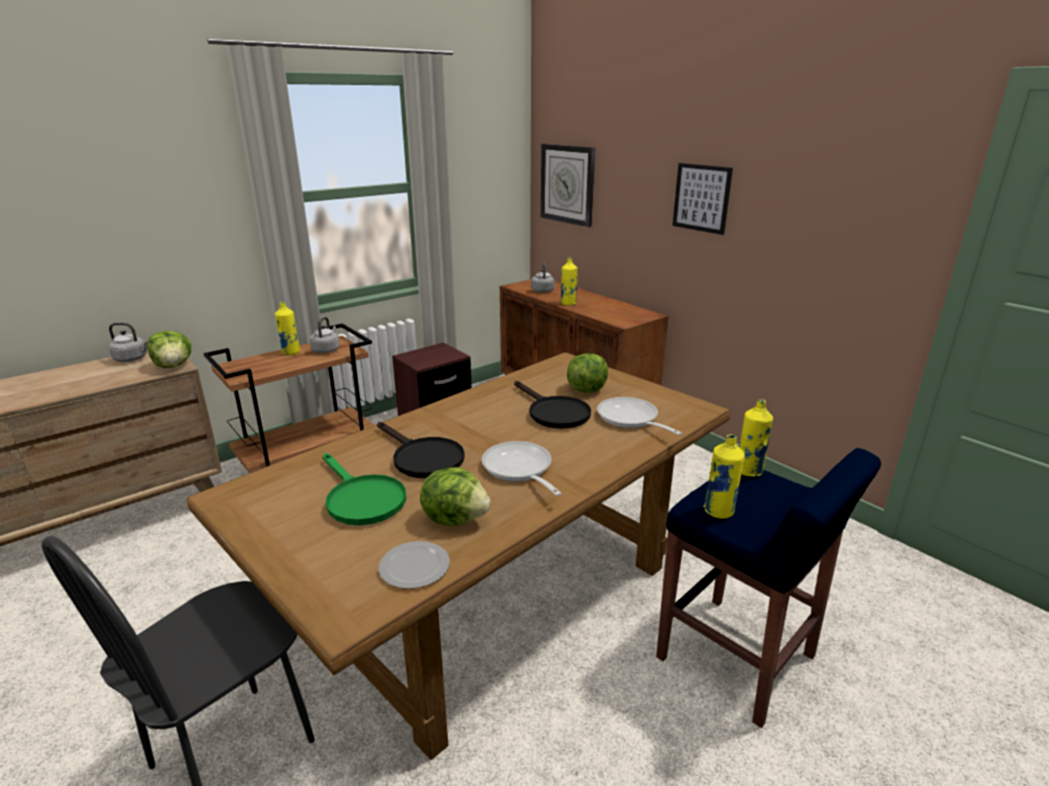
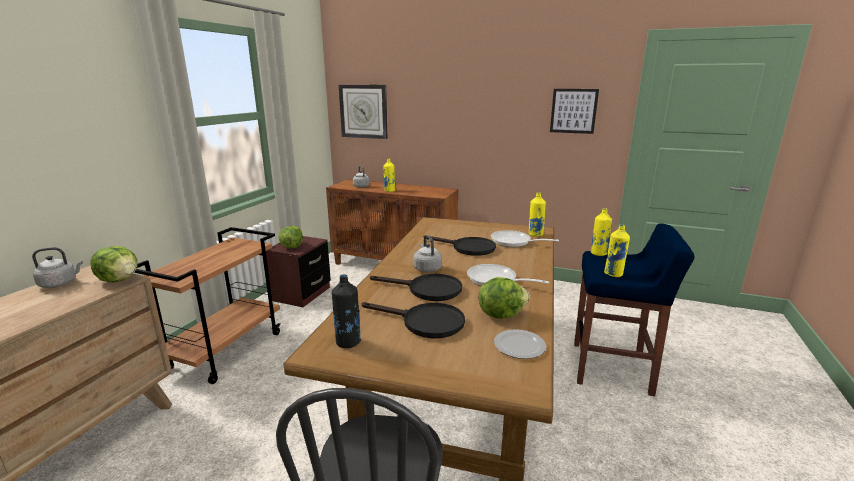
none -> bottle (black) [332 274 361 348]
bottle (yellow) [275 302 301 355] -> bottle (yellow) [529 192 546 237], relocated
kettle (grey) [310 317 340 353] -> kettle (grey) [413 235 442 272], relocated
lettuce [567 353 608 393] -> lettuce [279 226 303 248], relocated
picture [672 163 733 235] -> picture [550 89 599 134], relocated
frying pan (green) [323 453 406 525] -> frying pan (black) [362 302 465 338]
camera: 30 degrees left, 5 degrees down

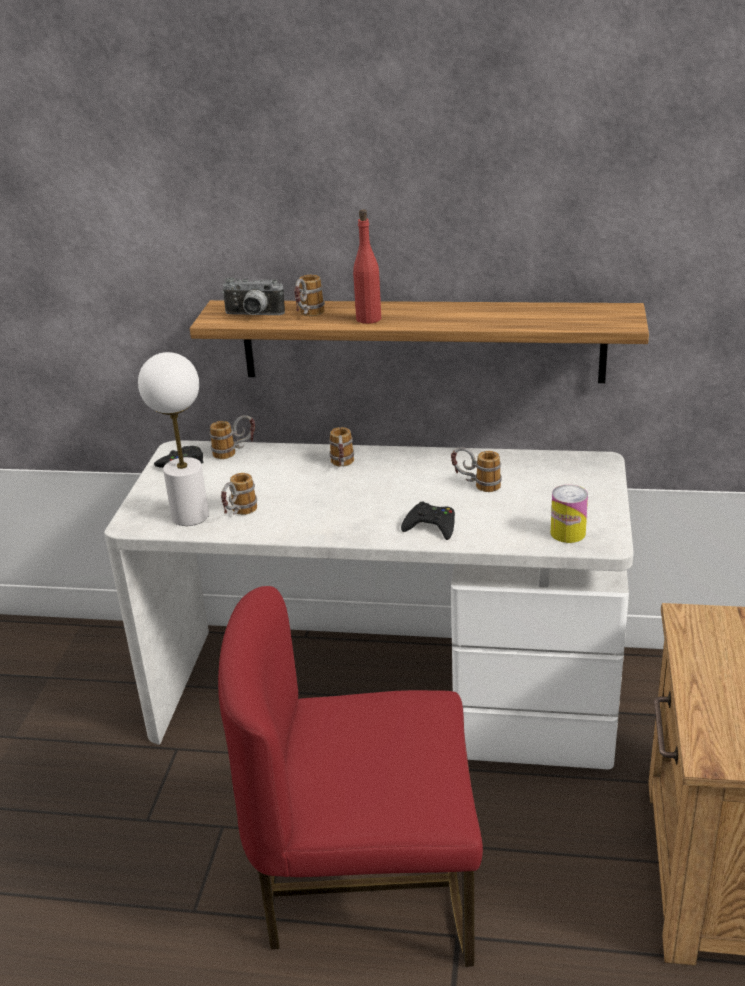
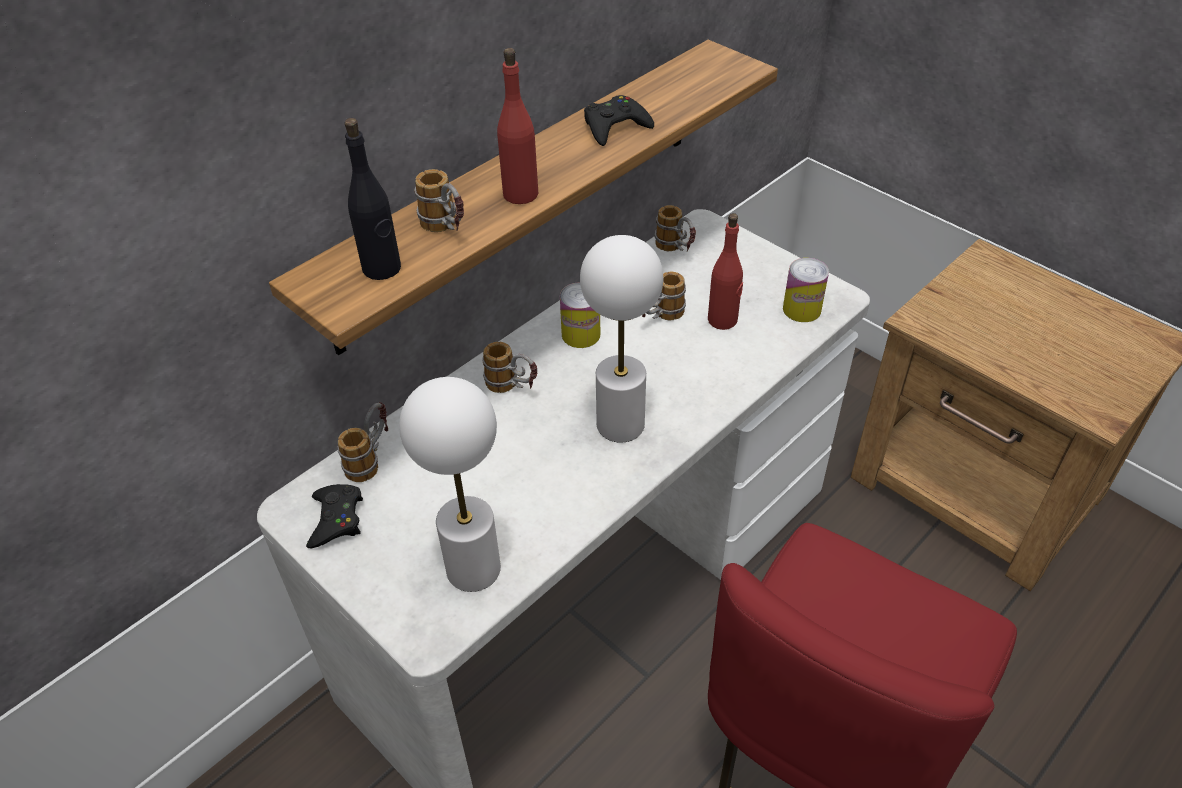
none -> can [560 282 600 348]
none -> table lamp (white) [580 235 664 443]
none -> bottle (red) [708 213 743 330]
mug [221 473 257 515] -> mug [655 205 696 251], relocated
game controller (black) [401 502 455 540] -> game controller (black) [584 95 654 146], relocated
photo camera [221 277 285 315] -> bottle (black) [344 118 401 280]
camera: 55 degrees left, 15 degrees up

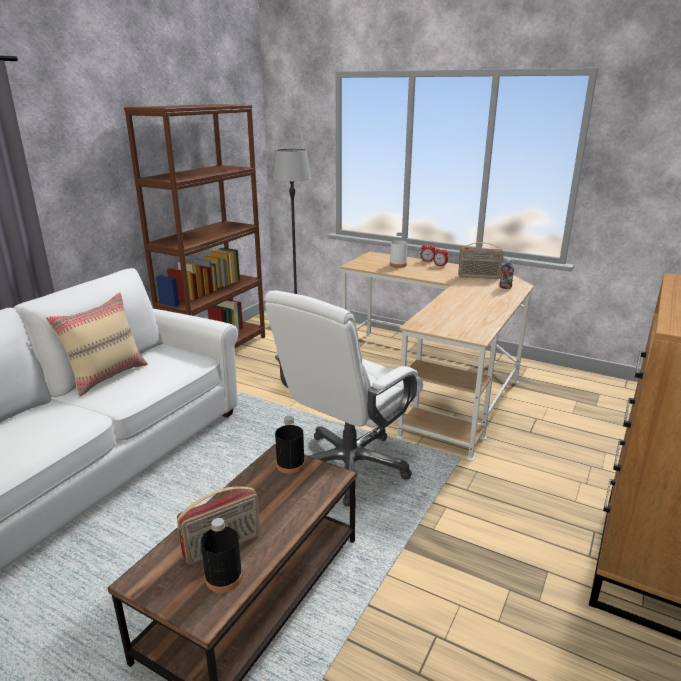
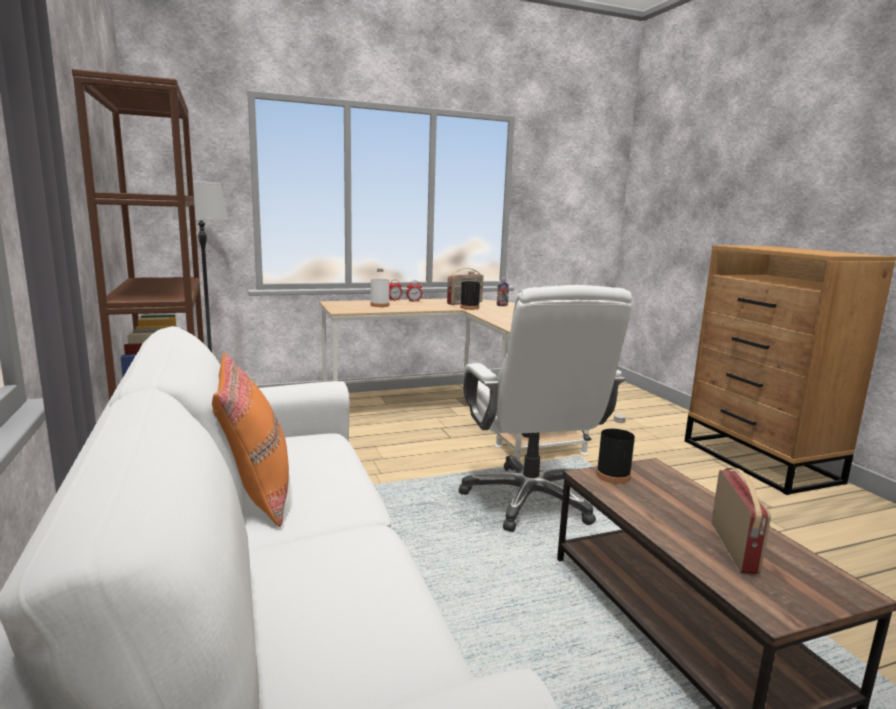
bottle (black) [201 518 243 593] -> bottle (black) [460 271 480 310], relocated
pillow (beige) [46 292 148 396] -> pillow (orange) [212 353 289 527]
camera: 50 degrees left, 10 degrees down

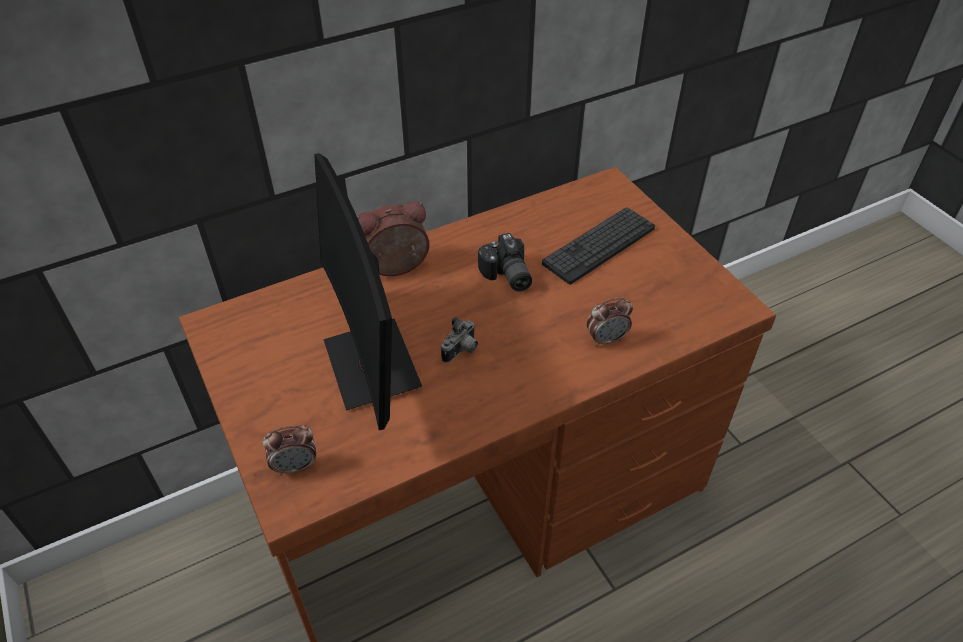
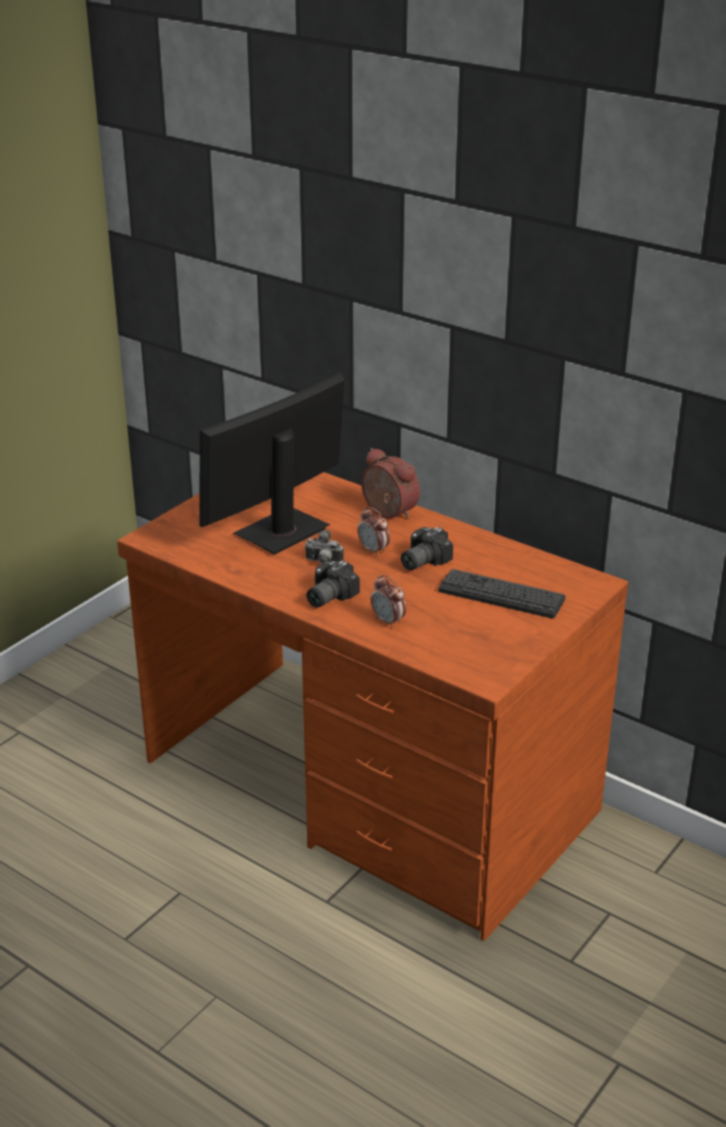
none -> photo camera [307 560 360 608]
alarm clock [263 425 316 476] -> alarm clock [357 507 390 556], relocated
camera: 65 degrees right, 15 degrees down

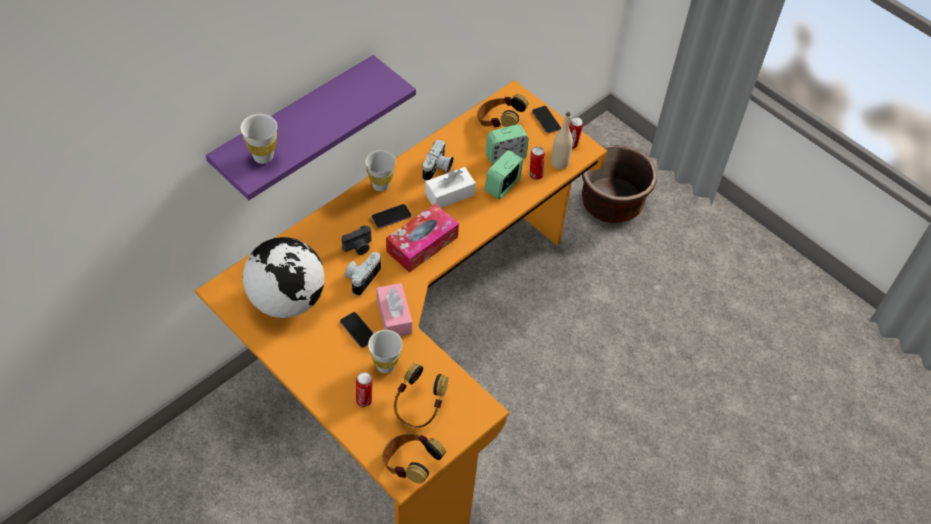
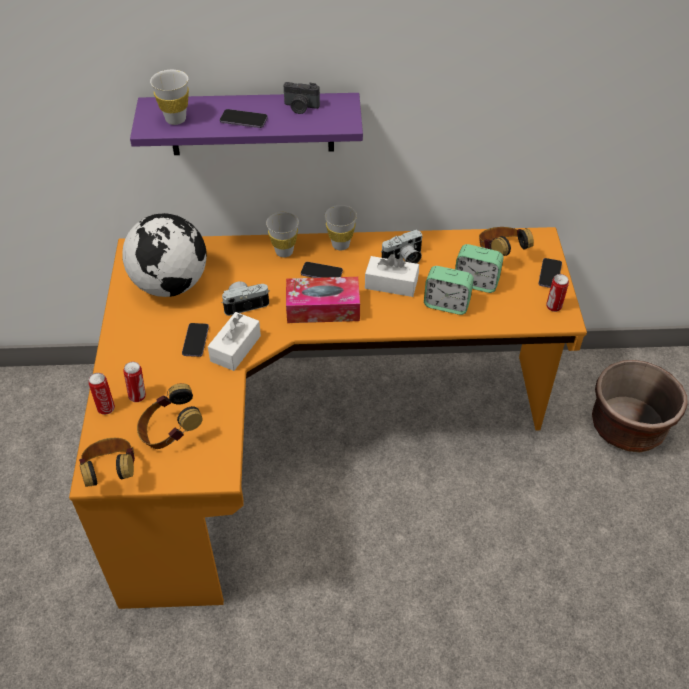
bottle (beige) [551 112 573 169] -> none
none -> phone [220 109 268 128]
photo camera [342 225 371 255] -> photo camera [283 82 320 114], relocated
cup (white) [368 330 403 373] -> cup (white) [266 212 299 257], relocated
can [530 146 545 180] -> can [88 373 115 415], relocated
tissue box (pink) [376 283 412 336] -> tissue box (white) [208 312 261 371]
alarm clock [485 150 523 199] -> alarm clock [424 266 474 315], 150 degrees counterclockwise
camera: 45 degrees right, 5 degrees down

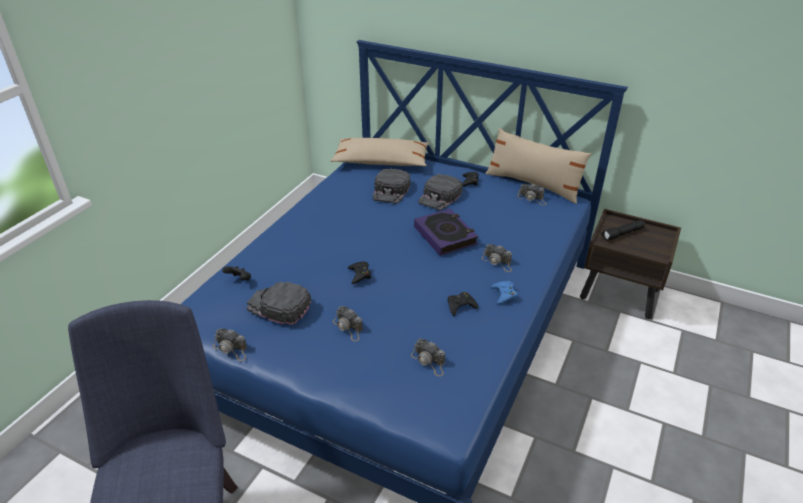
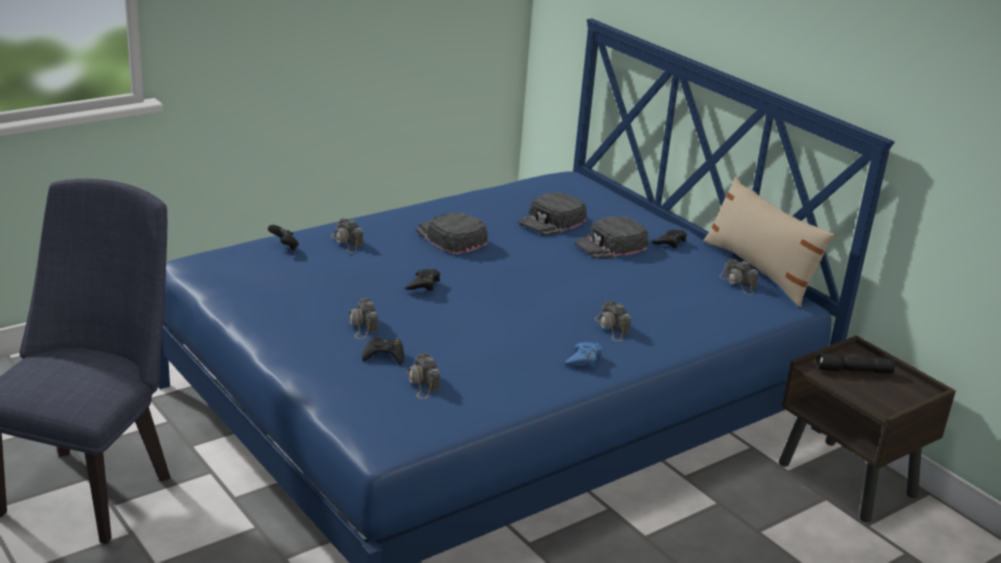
pillow (beige) [330 138 429 166] -> none
book [414 209 478 256] -> none
photo camera [213 328 247 361] -> photo camera [331 218 363 253], relocated
cap (black) [247 282 311 325] -> cap (black) [416 212 488 255], relocated
game controller (black) [448 292 478 316] -> game controller (black) [362 336 404 364], relocated
camera: 25 degrees right, 10 degrees down

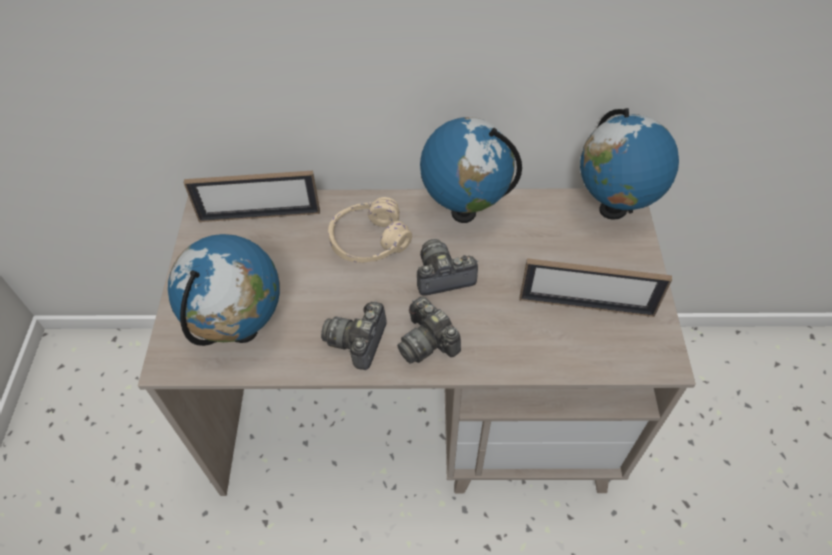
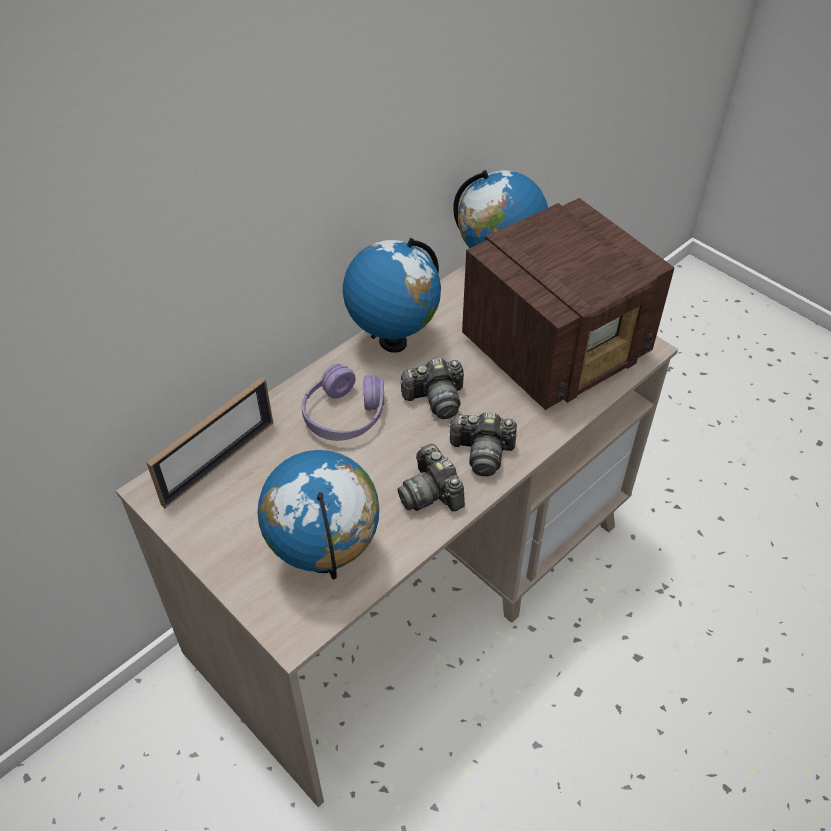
picture frame [519 258 672 317] -> radio [462 198 675 410]
headphones (beige) [328 197 412 263] -> headphones (purple) [302 363 384 441]
photo camera [417 239 479 296] -> photo camera [400 358 464 419], 135 degrees counterclockwise
camera: 45 degrees left, 5 degrees down

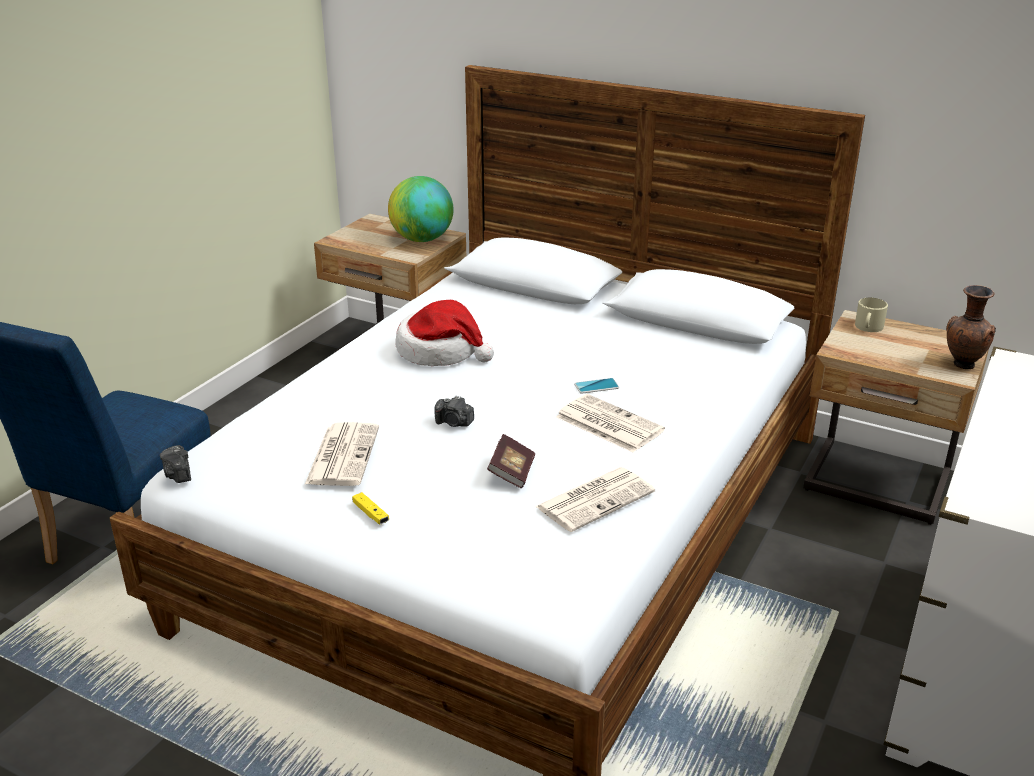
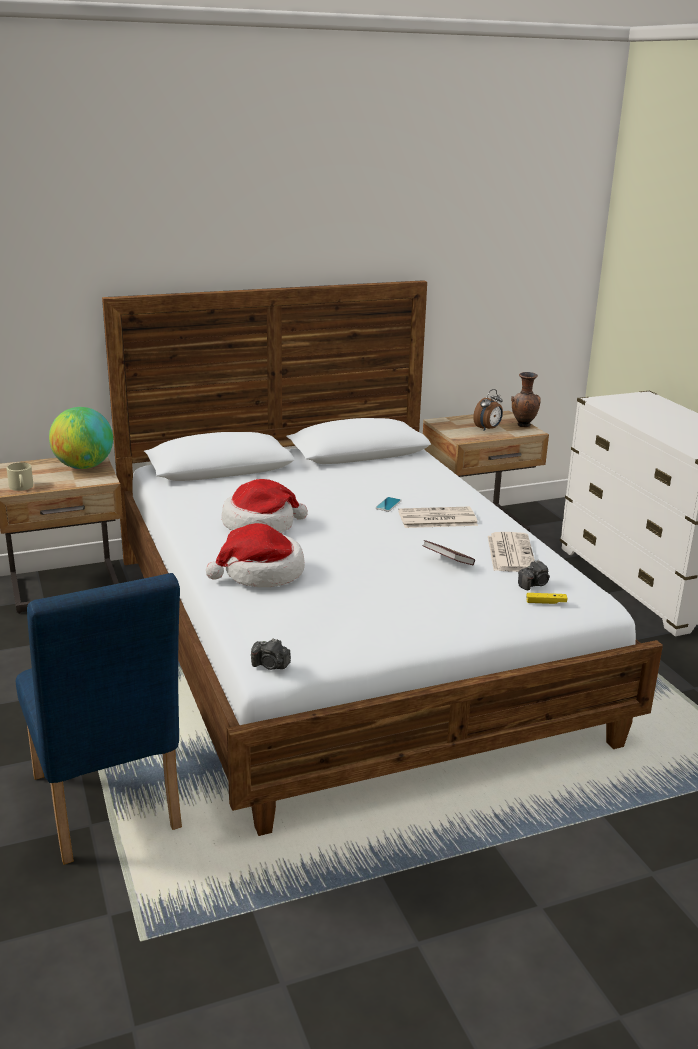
newspaper [305 422 379 486] -> none
none -> hat [206 523 305 587]
none -> alarm clock [473 389 503 431]
game controller (yellow) [352 492 389 524] -> game controller (yellow) [526 593 567 604], relocated
photo camera [434 396 474 427] -> photo camera [518 560 550 590], relocated
mug (beige) [855 298 888 332] -> mug (beige) [7 462 33 491], relocated
camera: 50 degrees left, 5 degrees down

